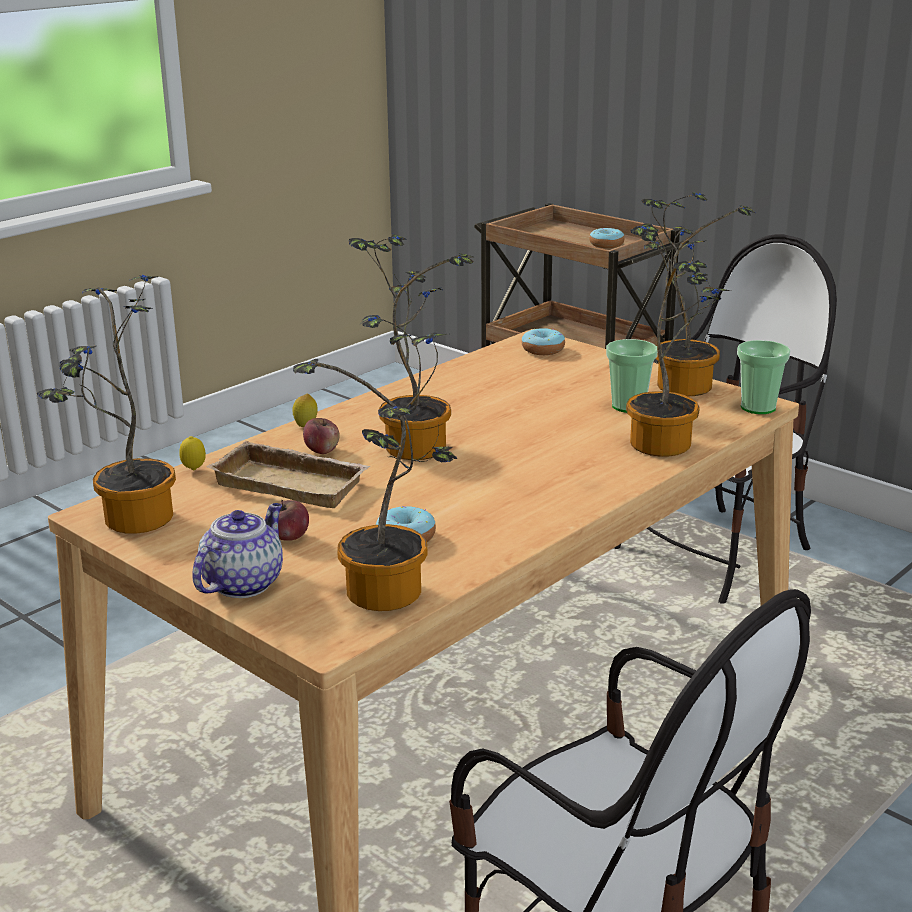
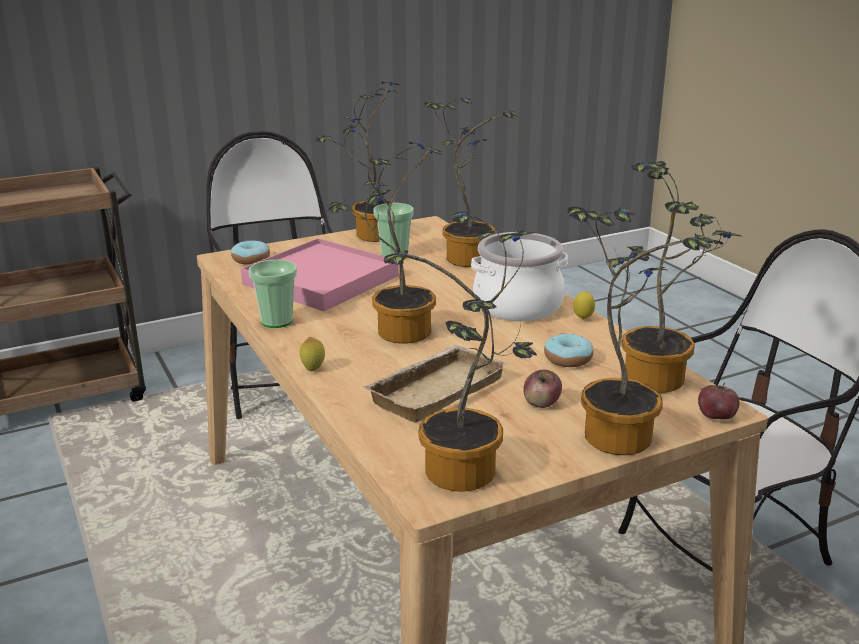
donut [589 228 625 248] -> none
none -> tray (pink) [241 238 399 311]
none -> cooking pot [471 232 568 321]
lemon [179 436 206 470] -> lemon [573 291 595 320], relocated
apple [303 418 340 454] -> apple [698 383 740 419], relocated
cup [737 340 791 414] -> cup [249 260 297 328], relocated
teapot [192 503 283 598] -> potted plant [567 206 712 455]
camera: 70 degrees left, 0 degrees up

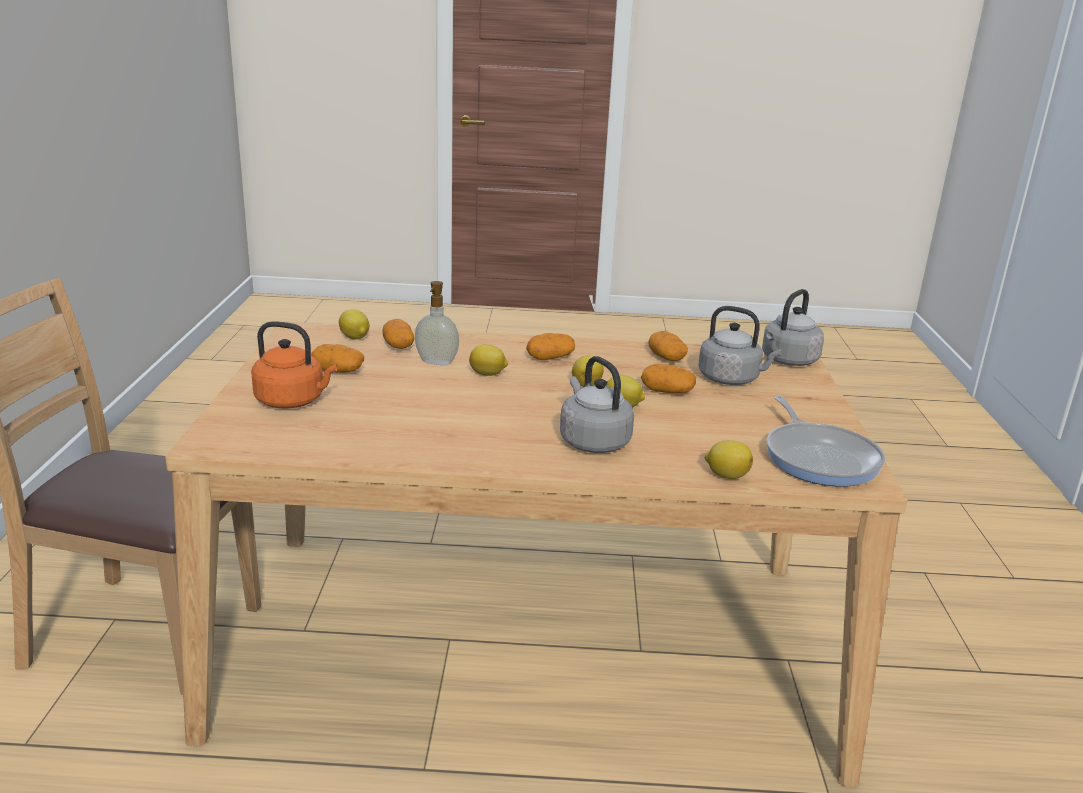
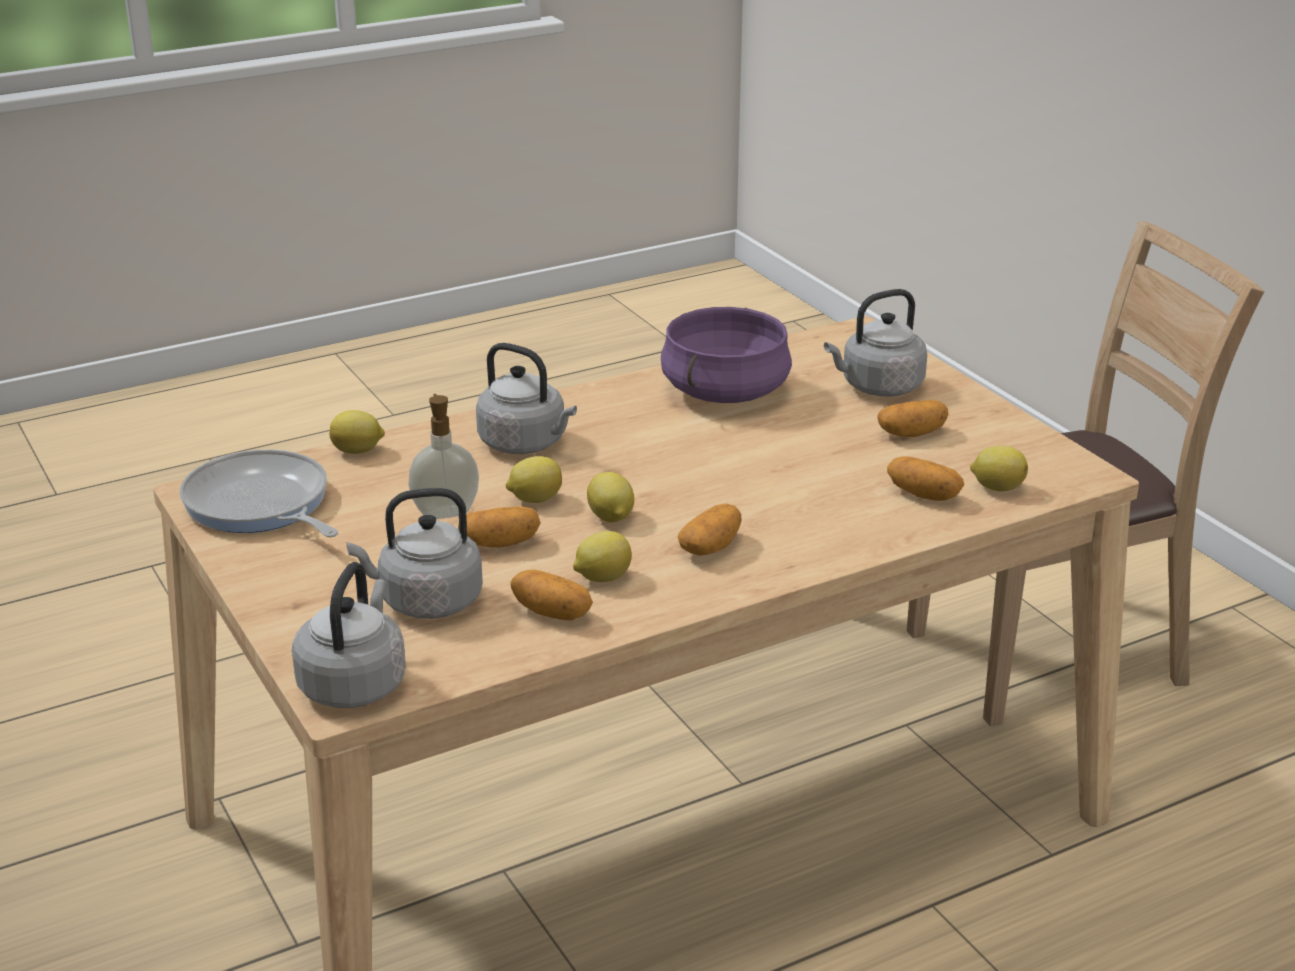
none -> cooking pot (purple) [661 307 792 403]
soap dispenser [415 281 459 365] -> soap dispenser [408 394 479 519], relocated
lemon [469 344 508 376] -> lemon [573 531 632 582], relocated
kettle (orange) [251 321 337 409] -> kettle (grey) [824 289 927 396]
camera: 150 degrees right, 5 degrees up

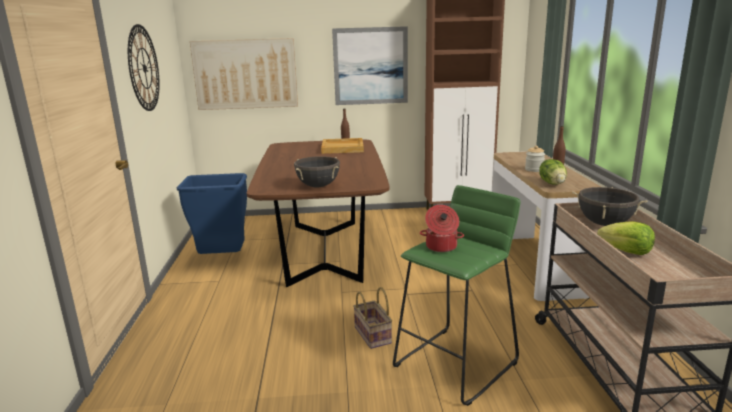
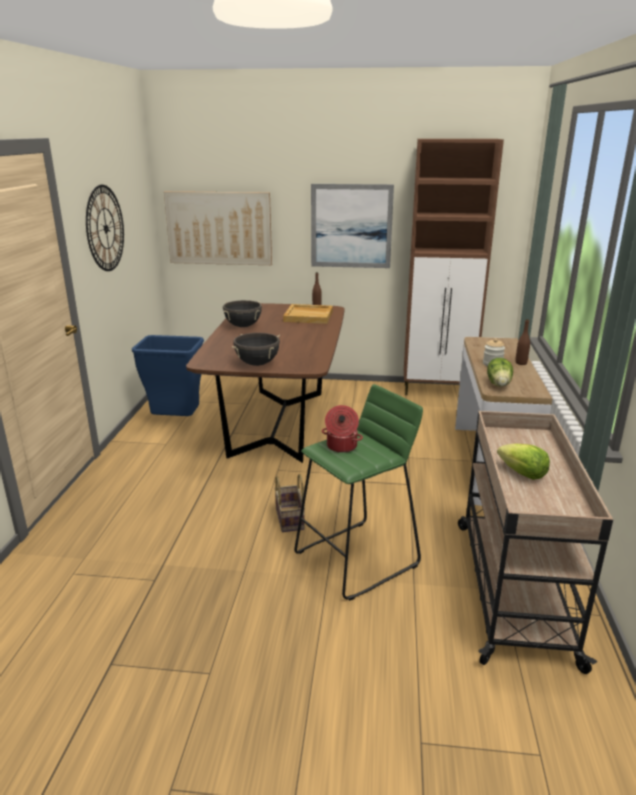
cooking pot (black) [572 187 647 226] -> cooking pot (black) [223 300 262 327], relocated
camera: 10 degrees right, 5 degrees up

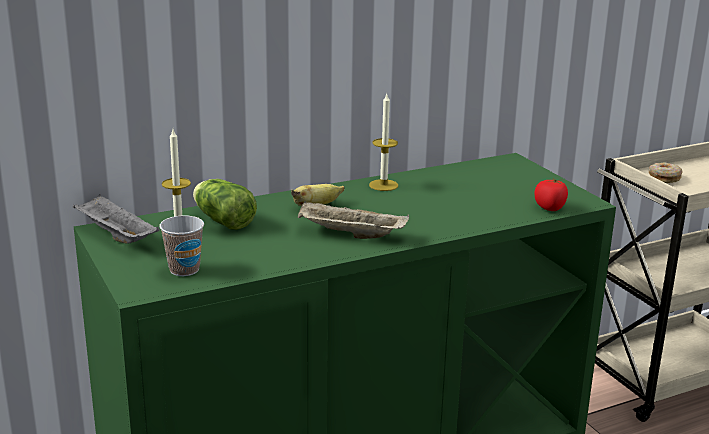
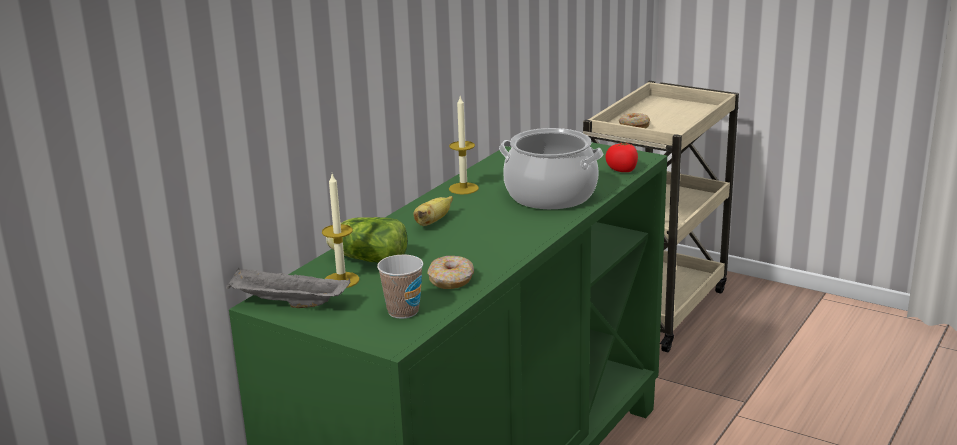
tray (beige) [298 202 409 239] -> none
none -> donut [427 256 474 289]
none -> cooking pot [499 128 603 209]
camera: 30 degrees left, 0 degrees up

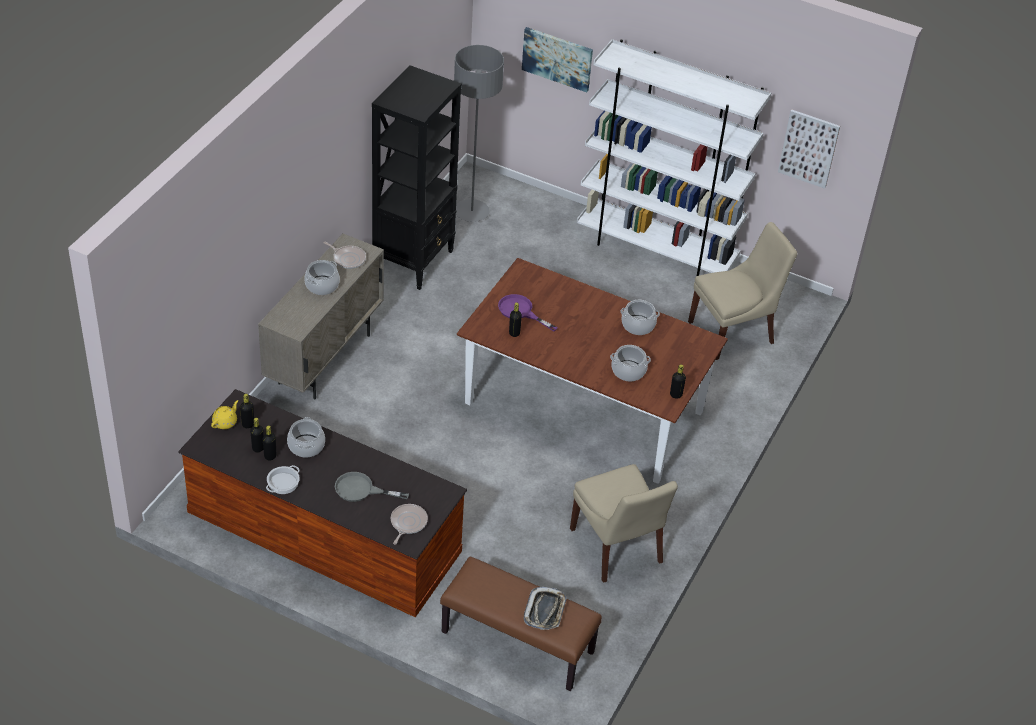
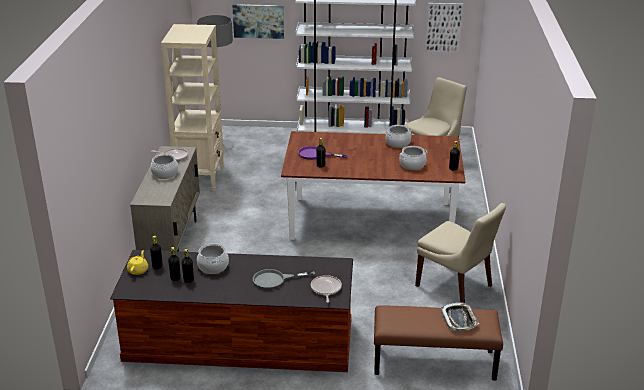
cooking pot [266 465 300 494] -> none
bookcase (black) [372 65 462 290] -> bookcase (beige) [161 24 224 191]
camera: 20 degrees left, 15 degrees down

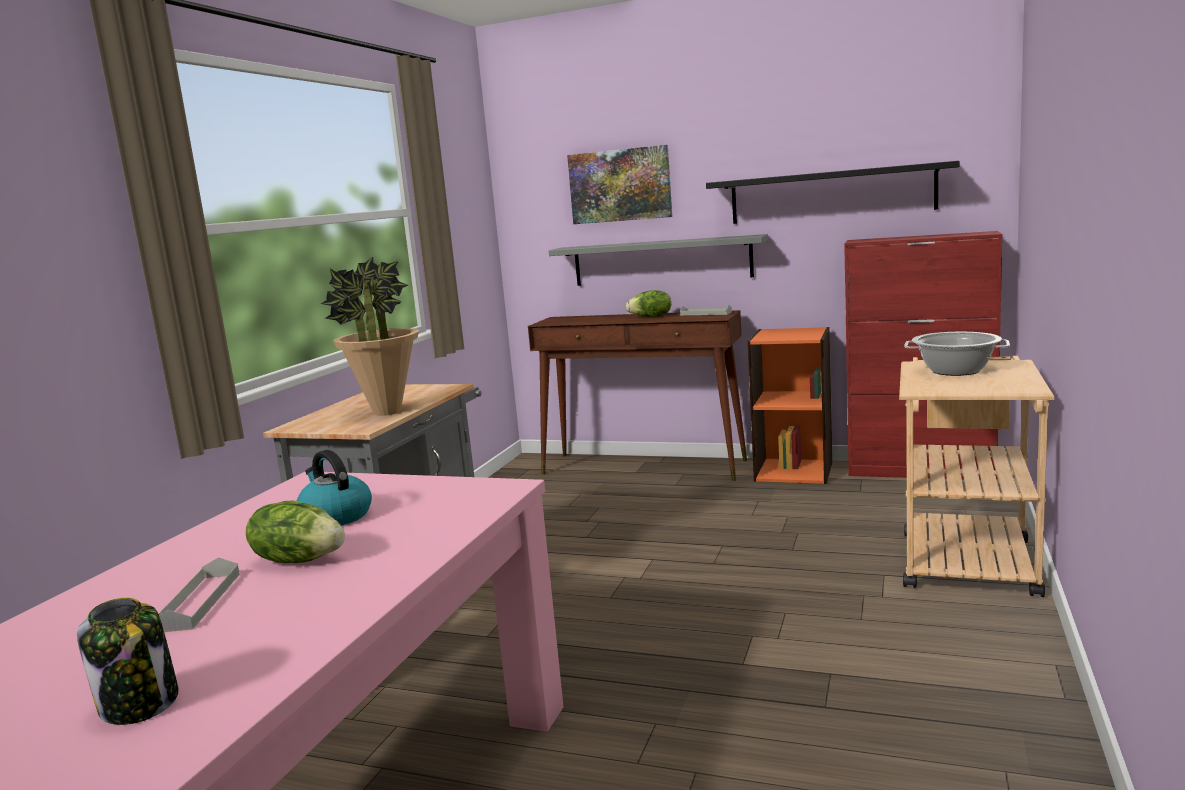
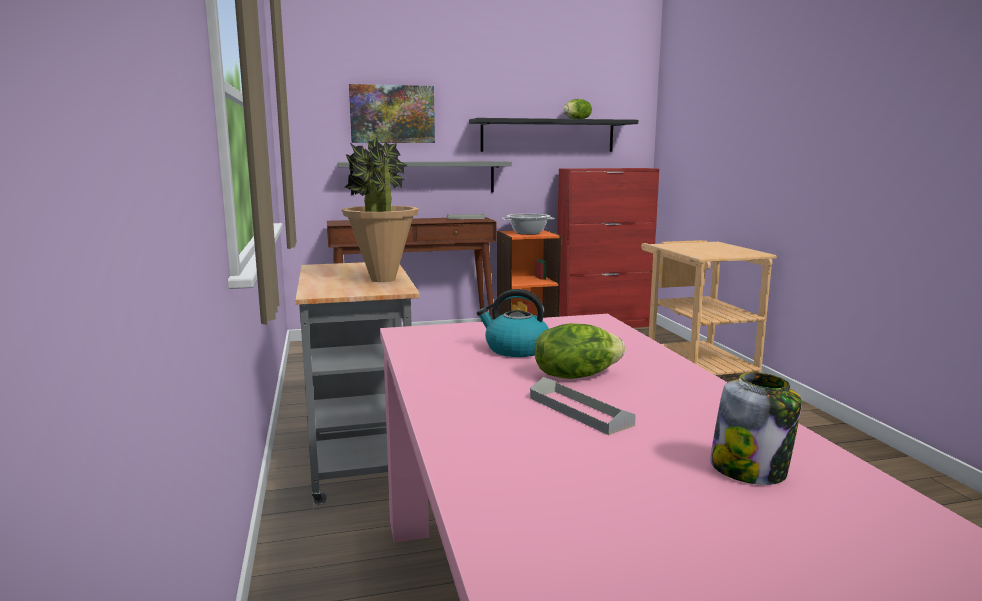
lettuce [626 290 671 317] -> lettuce [563 99 592 119], relocated
cooking pot [904 332 1010 376] -> cooking pot [502 214 555 235], relocated
camera: 35 degrees left, 0 degrees up

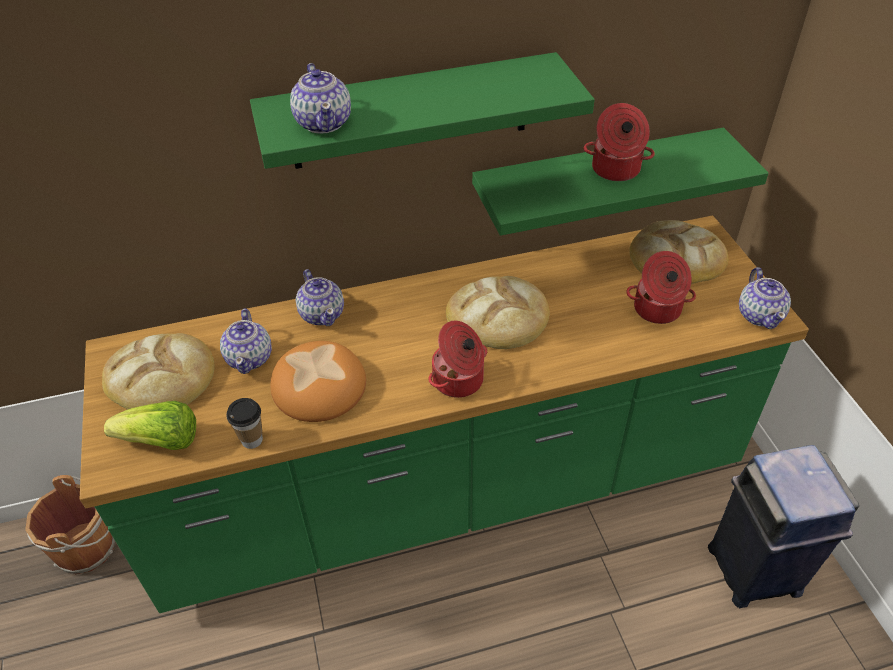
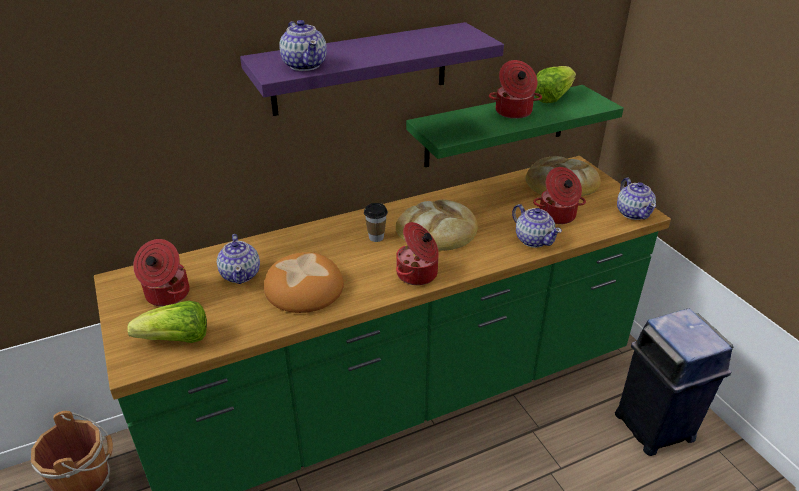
none -> lettuce [534 66 576 103]
cup [226 398 263 449] -> cup [364 203 388 242], relocated
teapot [296 269 344 326] -> teapot [512 204 562 248], relocated
bread [102 333 214 410] -> cooking pot [133 239 189 306]
shelf (green) [250 52 595 169] -> shelf (purple) [240 22 504 116]
camera: 10 degrees left, 10 degrees down

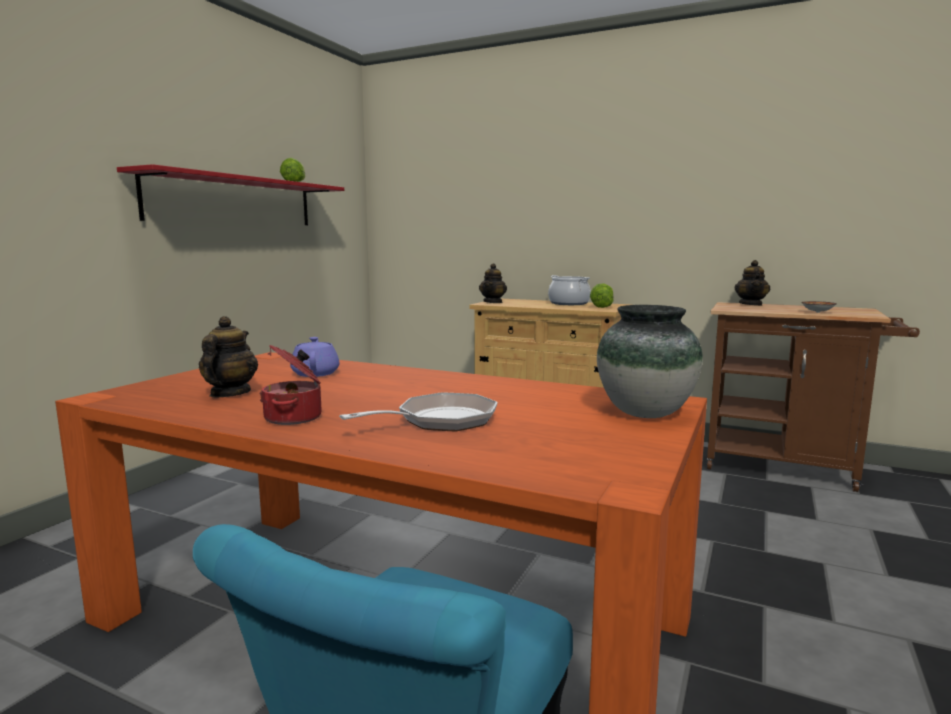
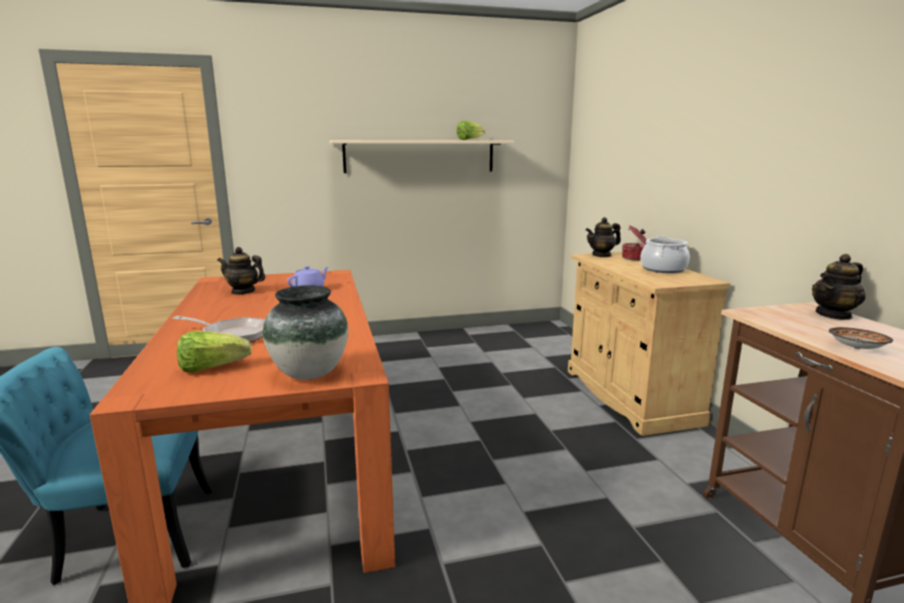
cooking pot [259 345 322 425] -> cooking pot [622 225 646 260], relocated
lettuce [590 283 613 308] -> lettuce [177 331 252 372], relocated
shelf (red) [117 164 344 225] -> shelf (beige) [330 140 514 173]
teapot [199 316 258 397] -> teapot [217 247 265 295], 135 degrees counterclockwise
camera: 50 degrees right, 5 degrees up

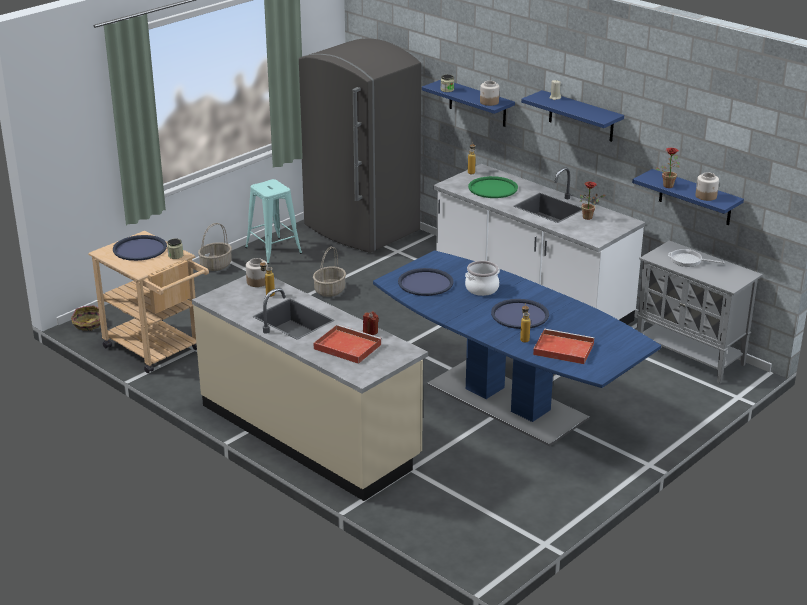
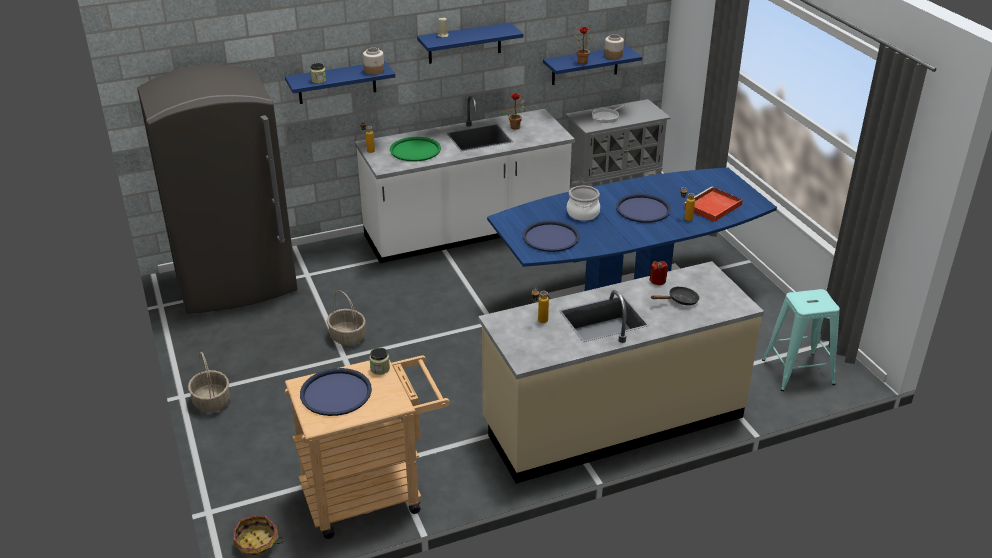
jar [246 258 268 287] -> none
stool (turquoise) [245 179 302 264] -> stool (turquoise) [762 289 840 391], relocated
tray (red) [314 324 382 364] -> frying pan (black) [651 286 699 305]
camera: 65 degrees left, 5 degrees up

